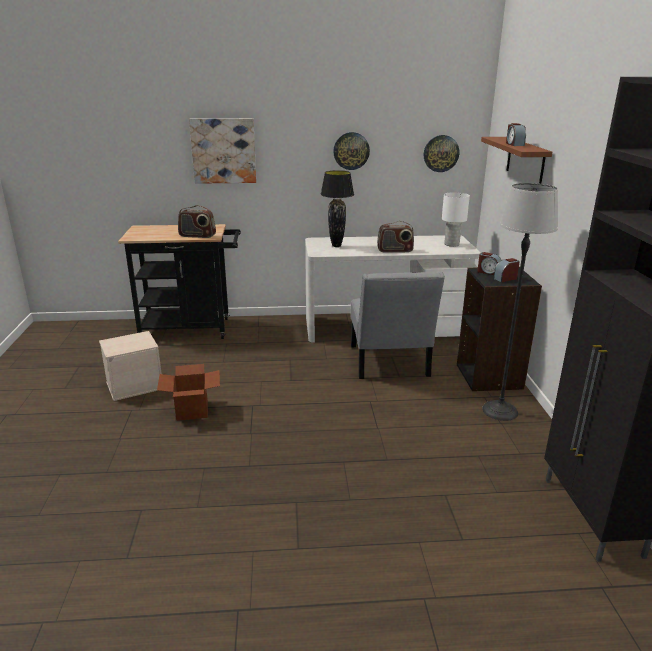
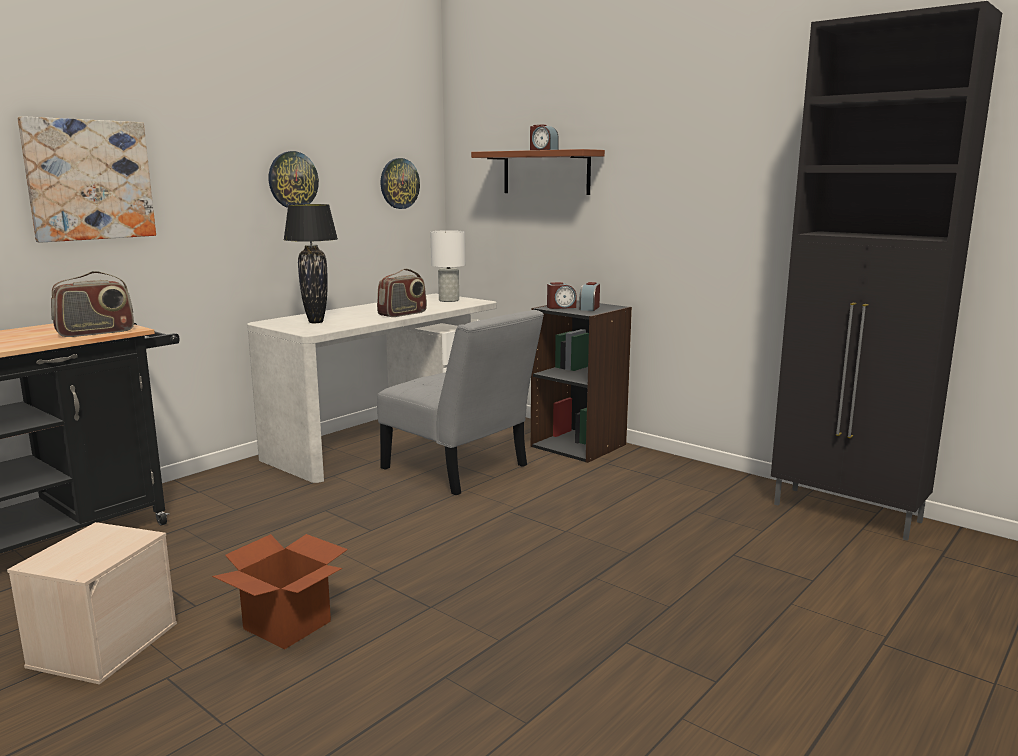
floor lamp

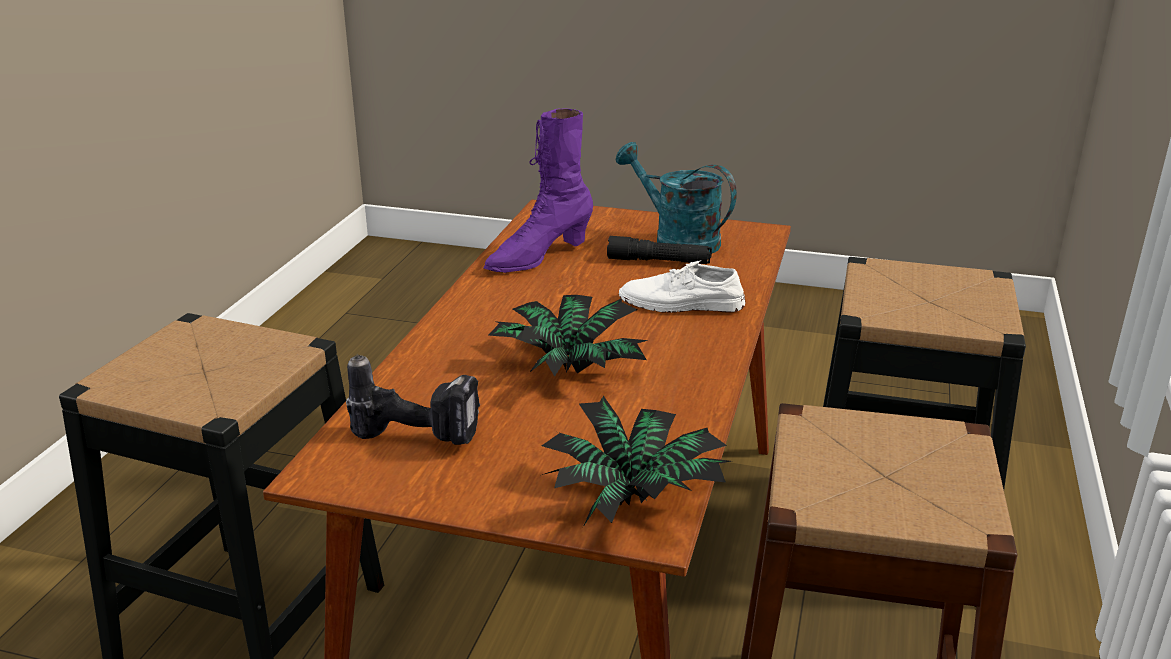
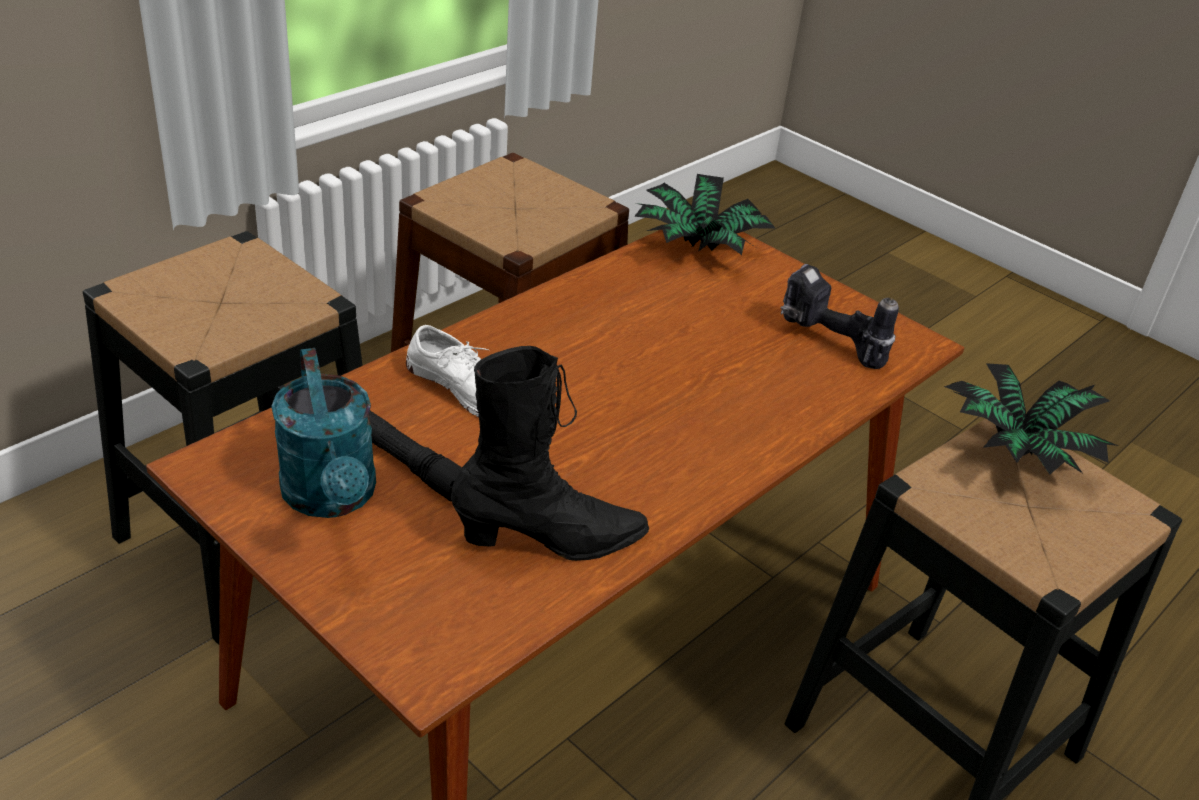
black boot
potted plant (2nd from left)

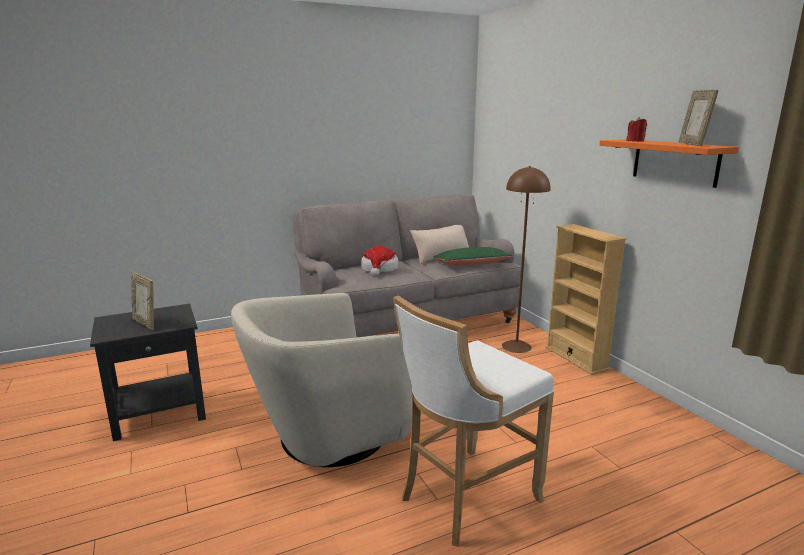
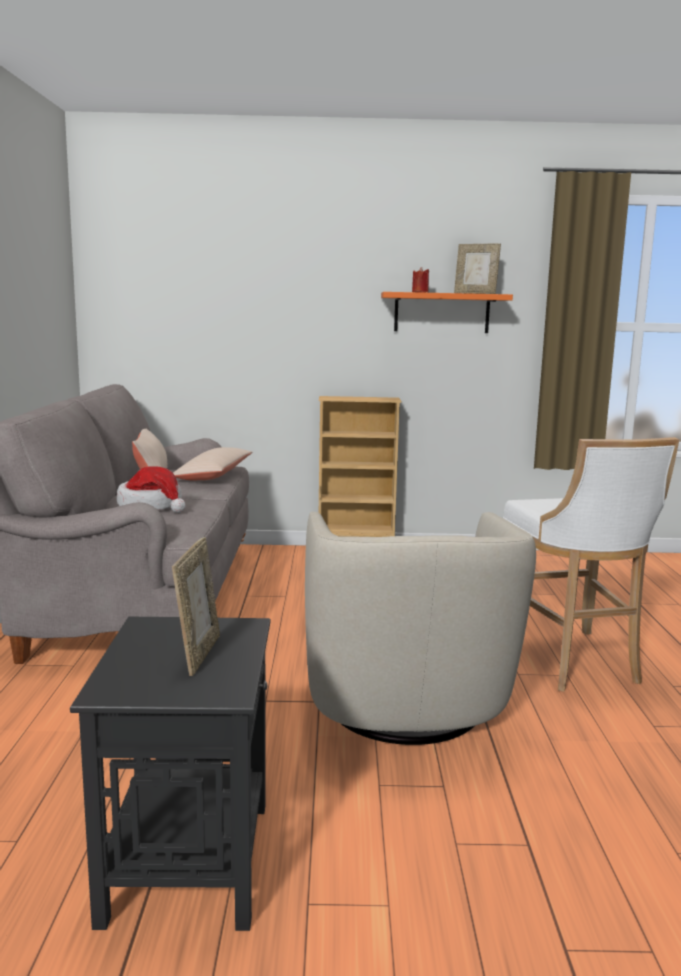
picture frame (1st from left)
beige pillow (2nd from left)
brown floor lamp

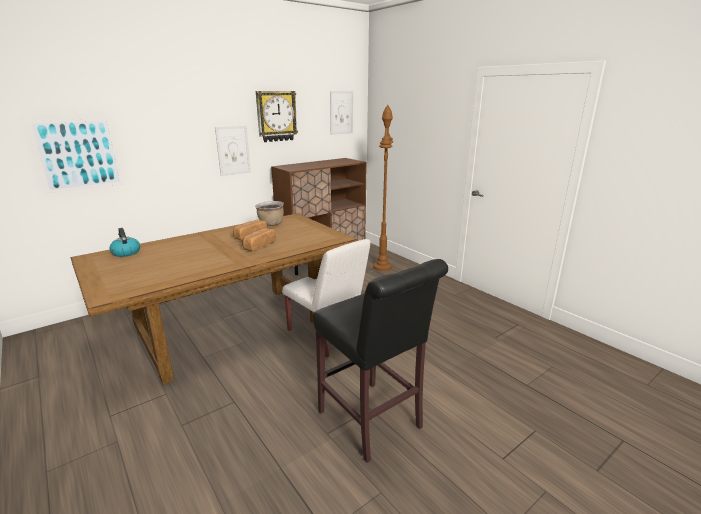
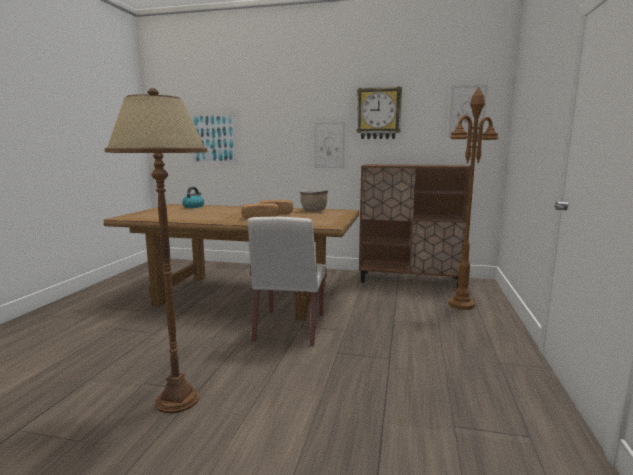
brown floor lamp (1st from left)

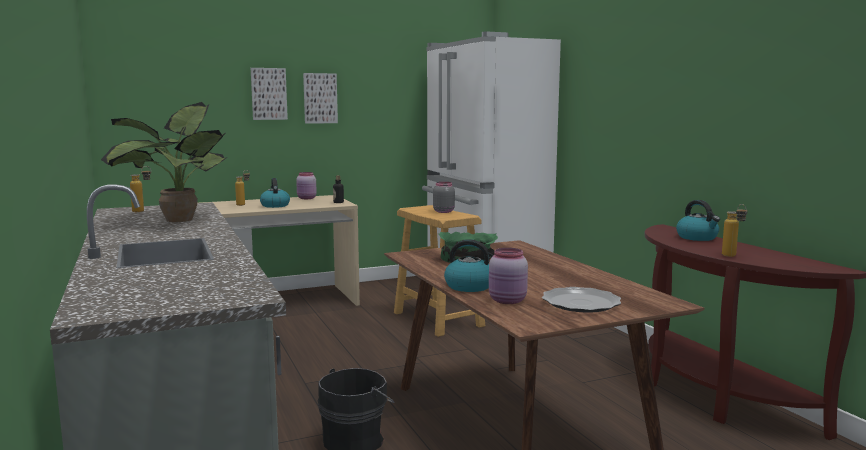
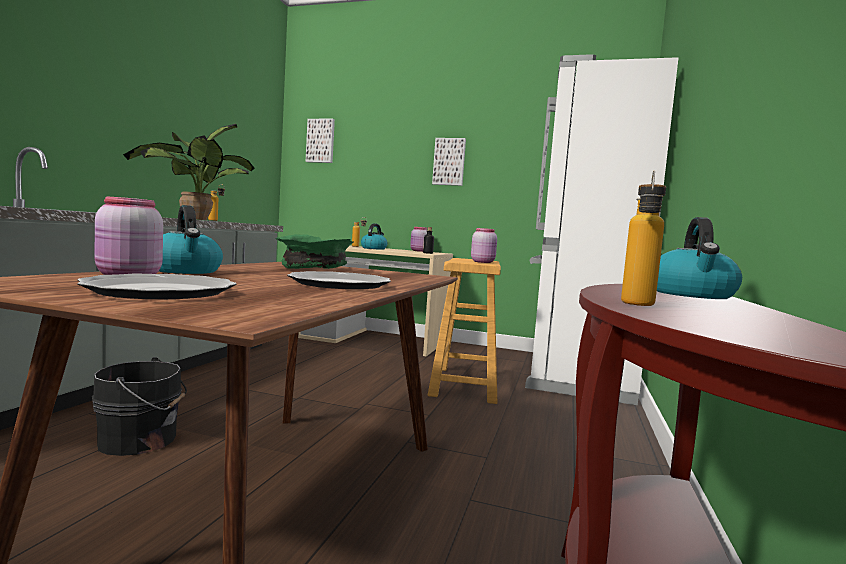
plate (2nd from left)
picture (1st from left)
pink jar (3rd from left)

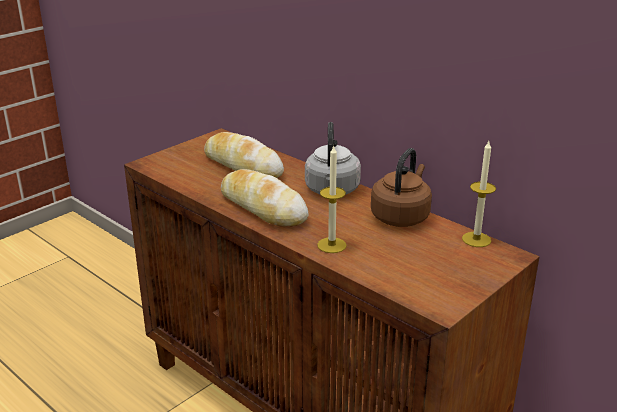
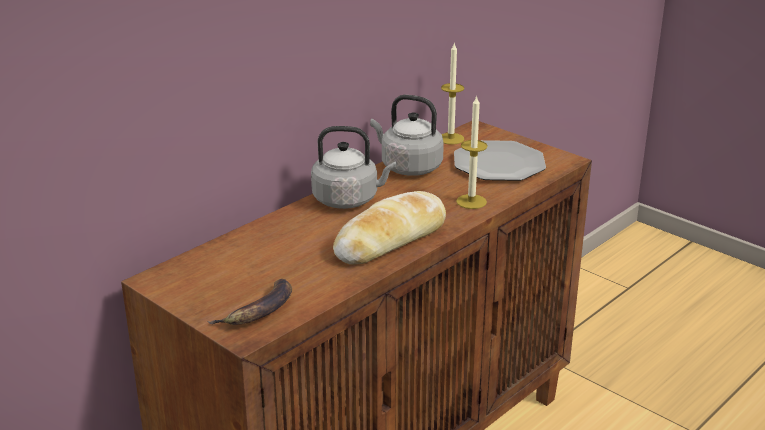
banana
grey kettle (2nd from left)
plate
bread (1st from left in the first image)

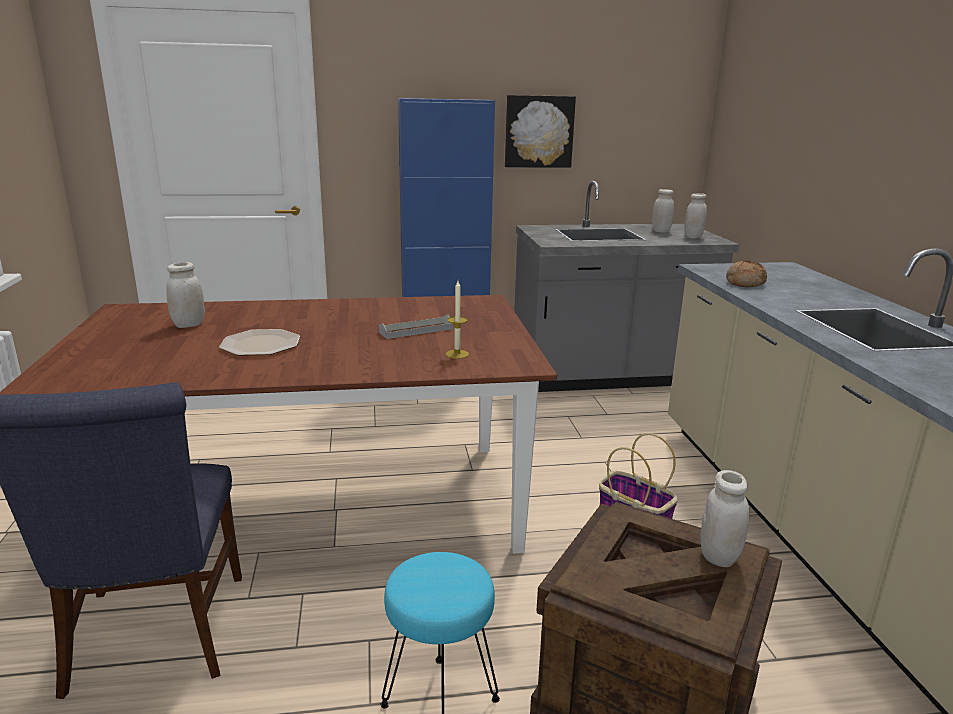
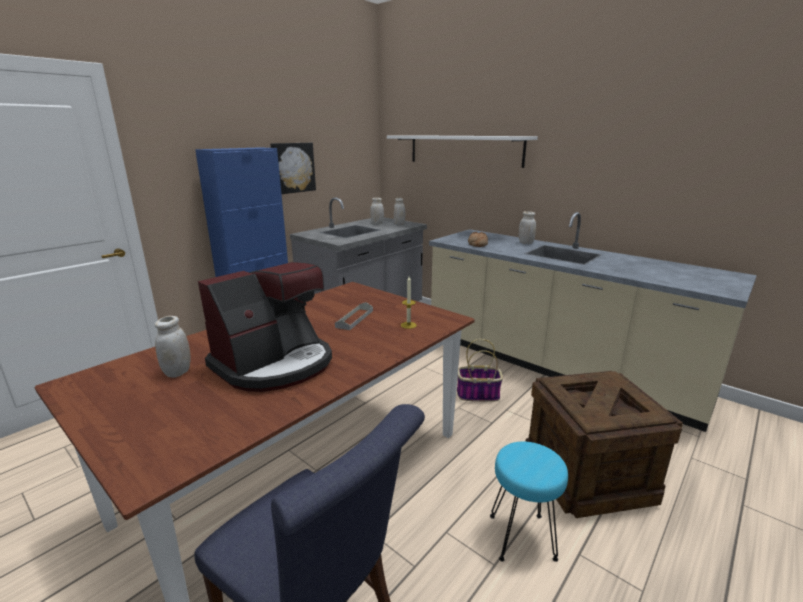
coffee machine
white shelf
white jar (4th from left)

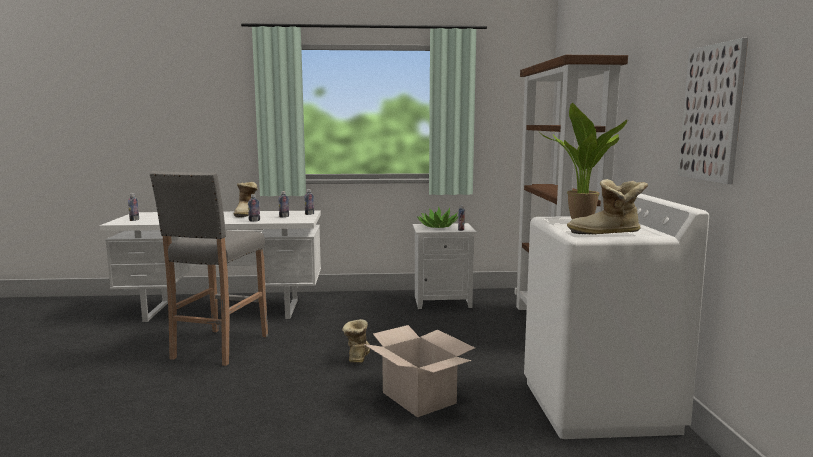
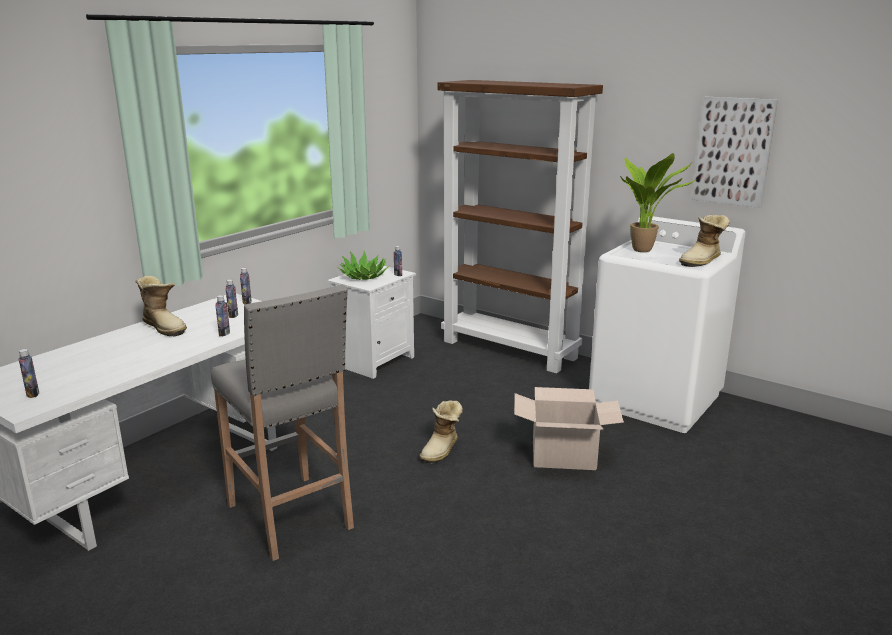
boot (2nd from left)

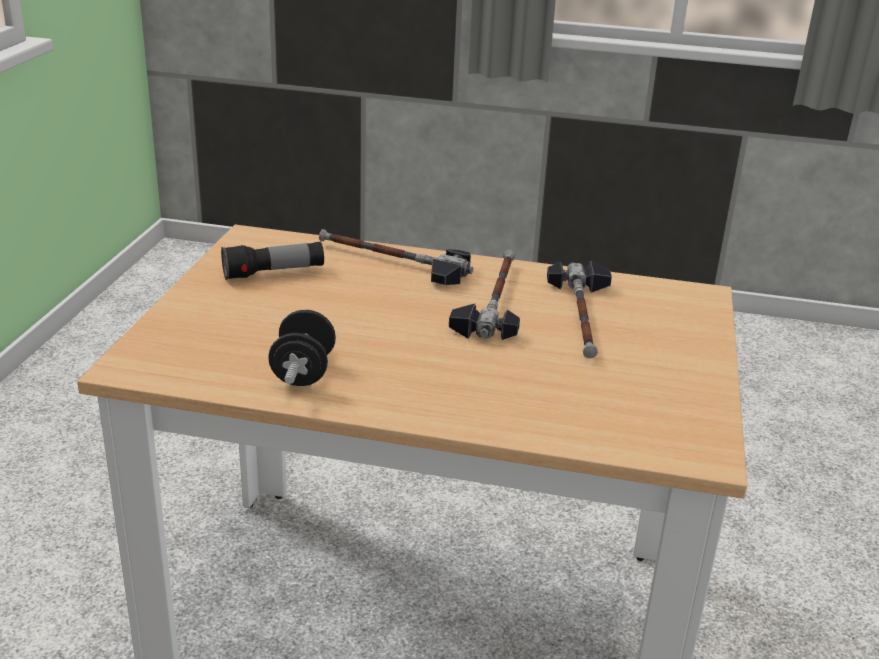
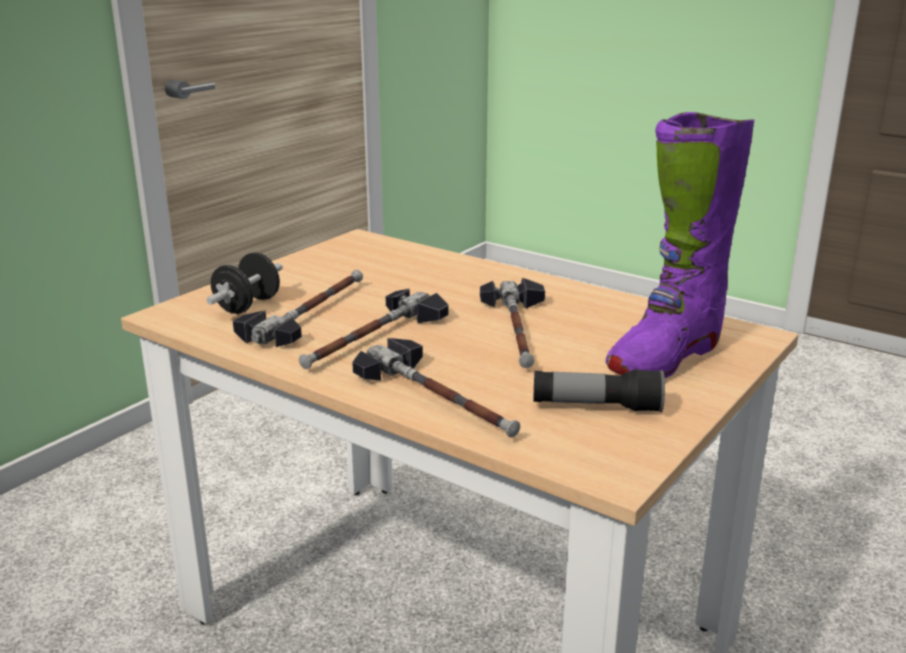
black dumbbell
hammer (4th from left)
purple boot

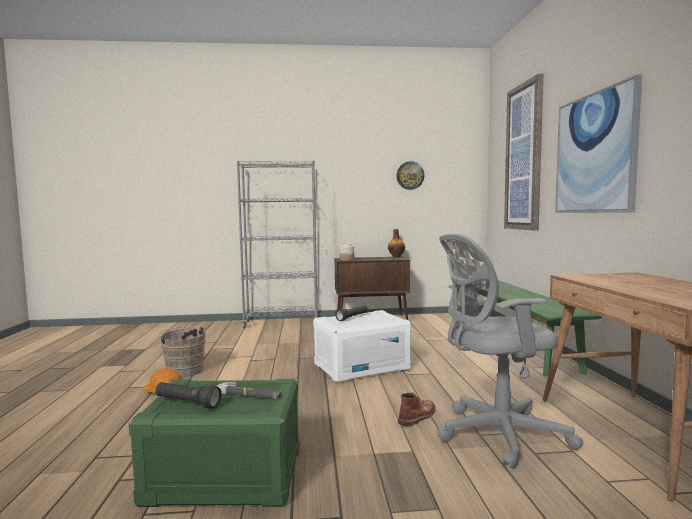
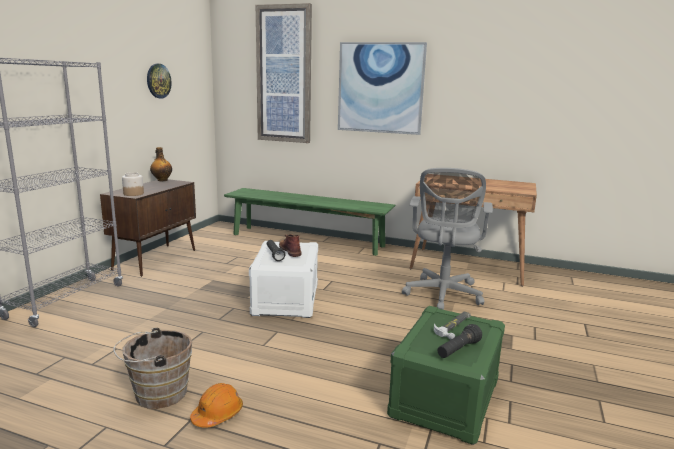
brown boot

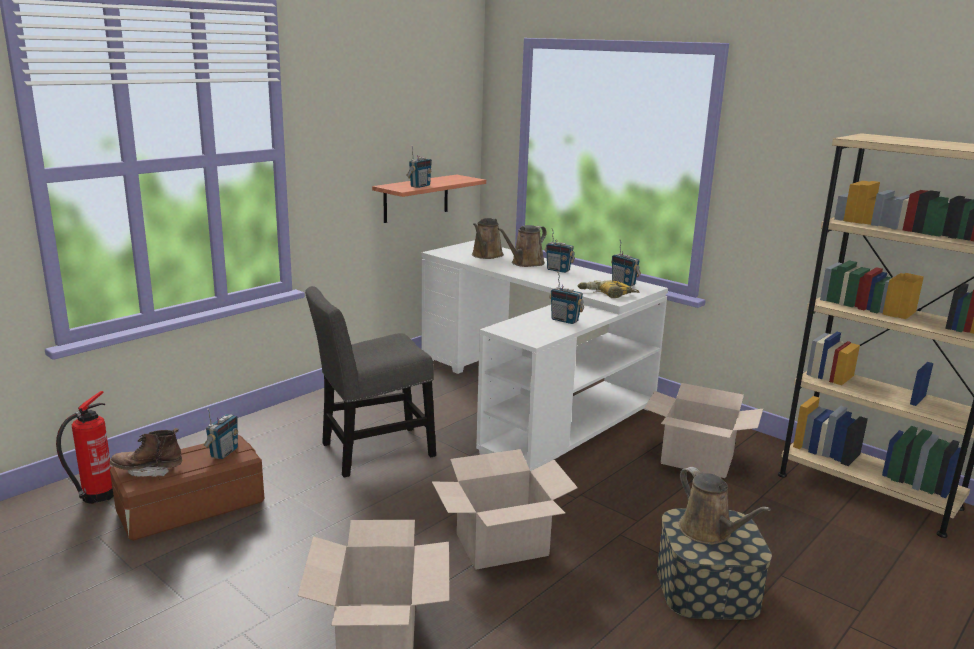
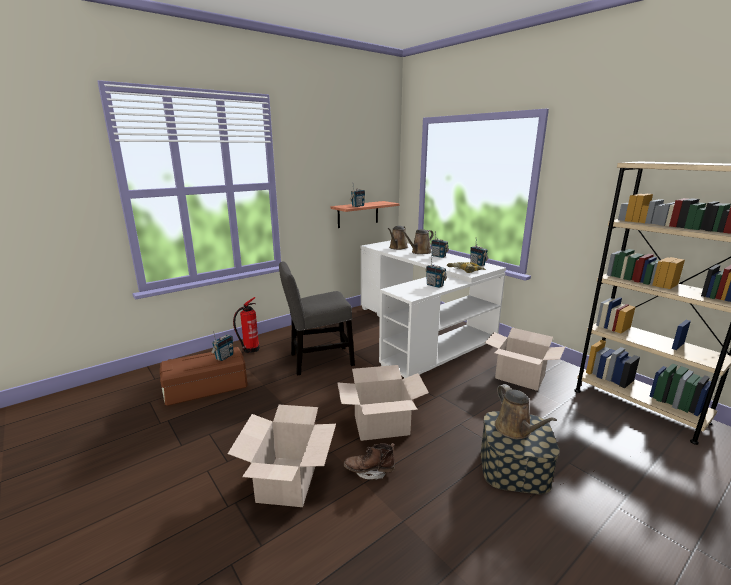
fire extinguisher
brown boot

